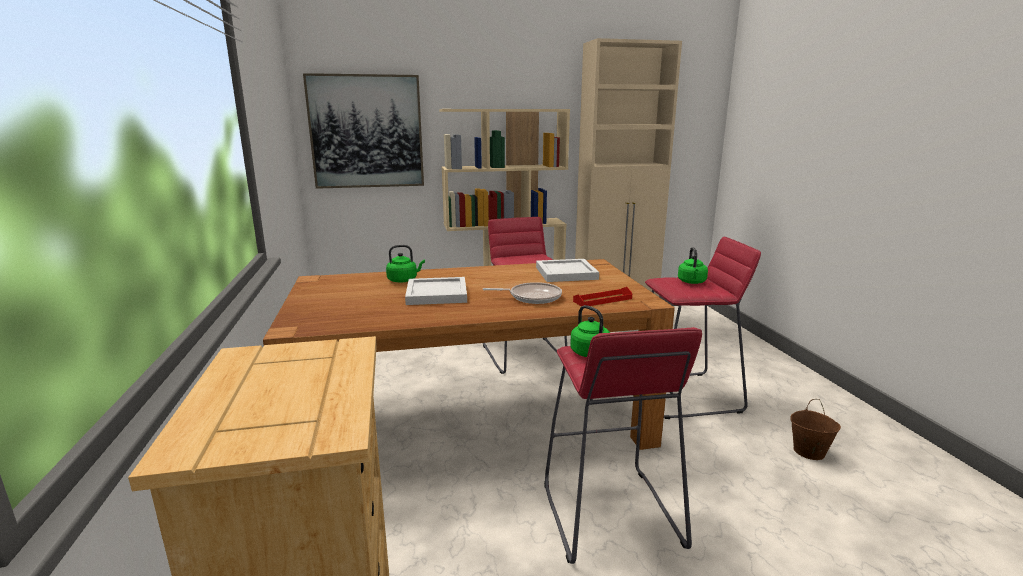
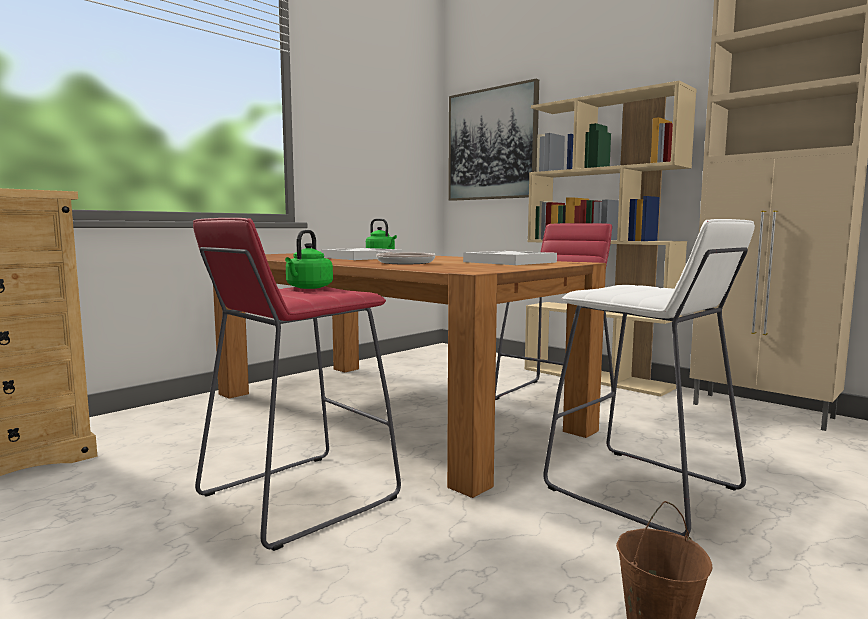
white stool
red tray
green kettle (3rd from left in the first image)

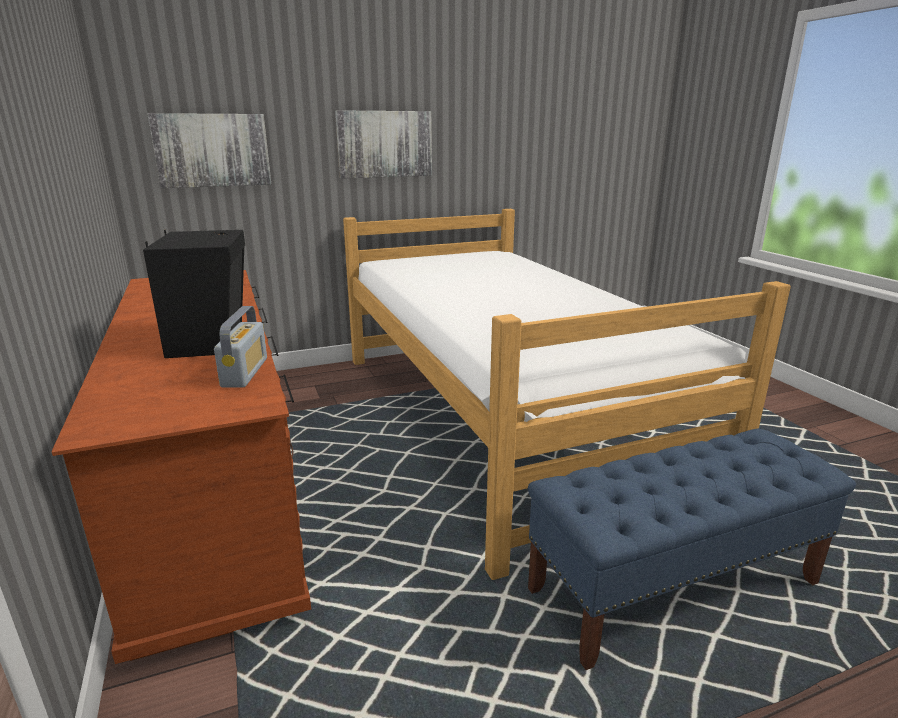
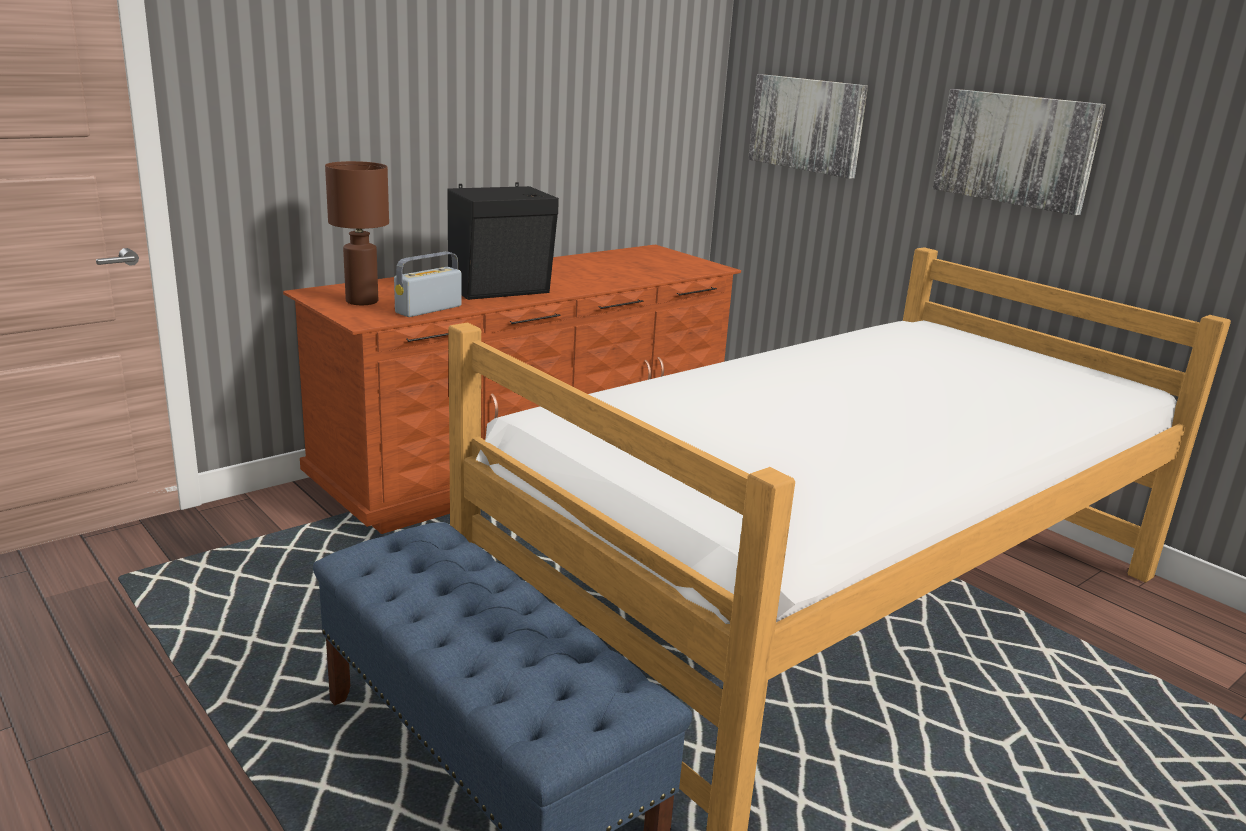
brown table lamp
radio

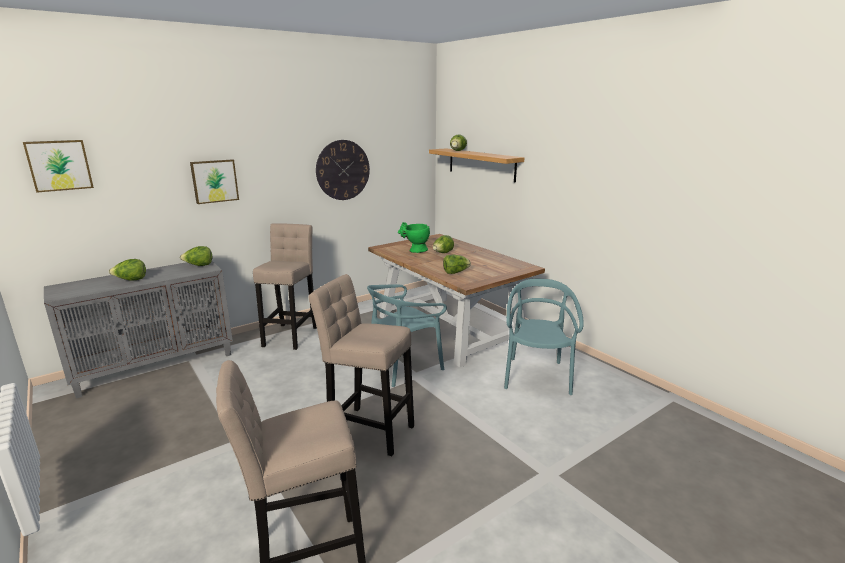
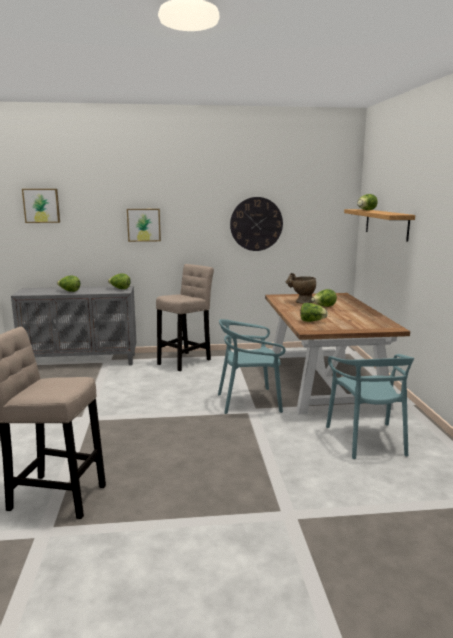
beige vase
turquoise chair (2nd from left)
beige stool (3rd from left in the first image)

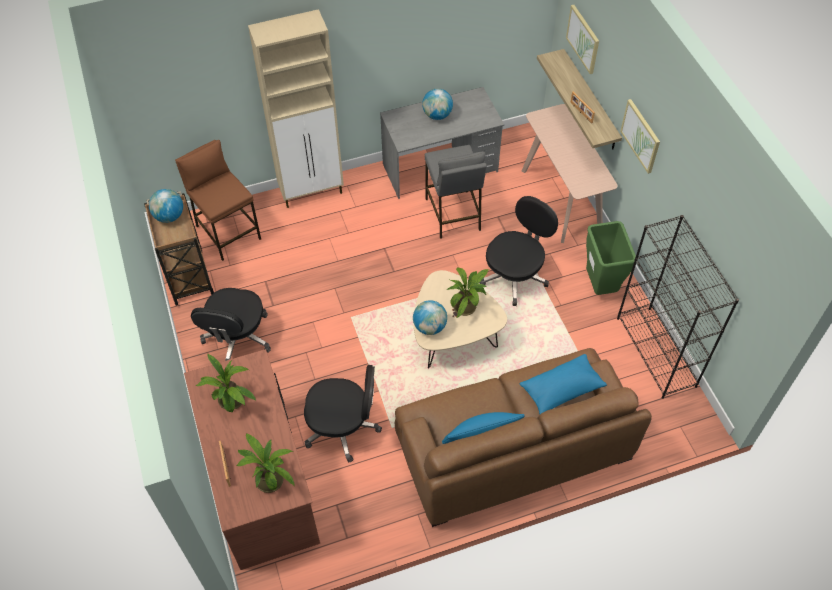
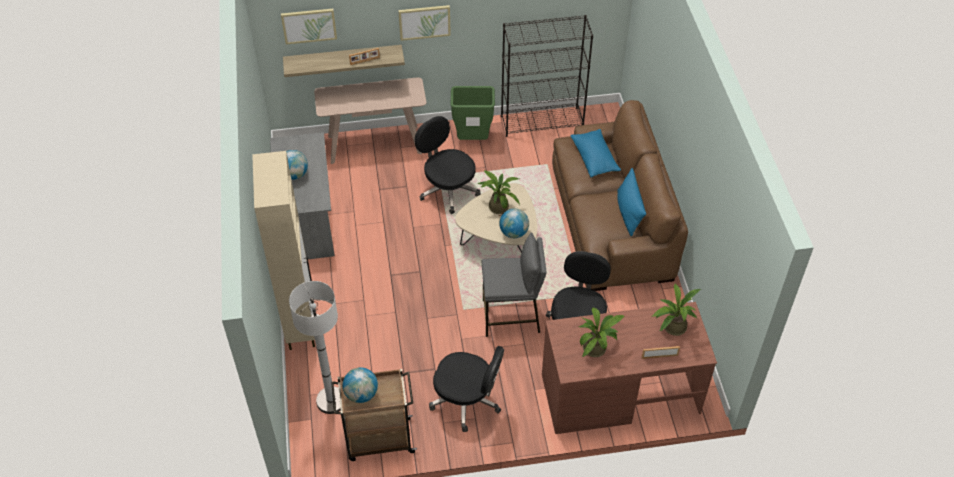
white floor lamp
grey stool

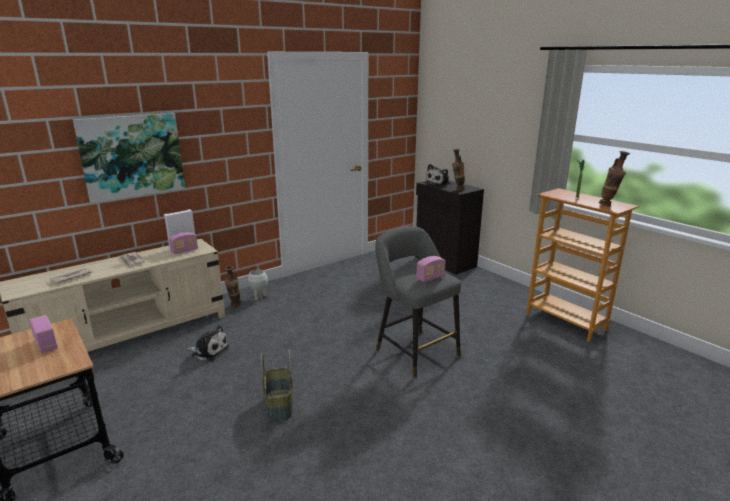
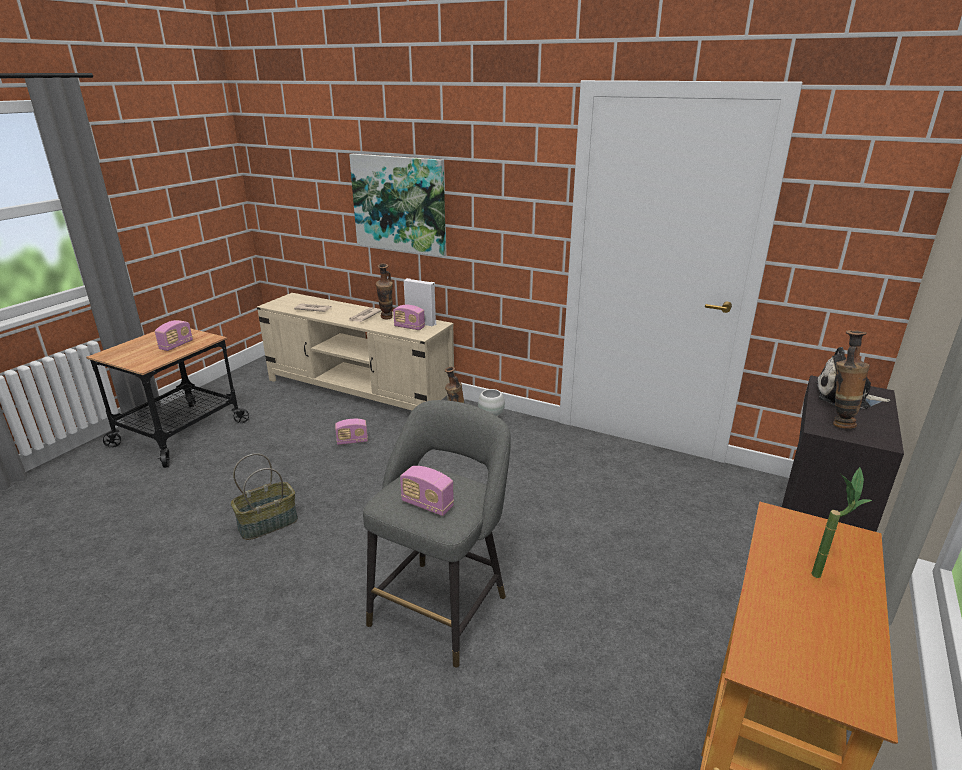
radio (2nd from left)
vase (1st from left)

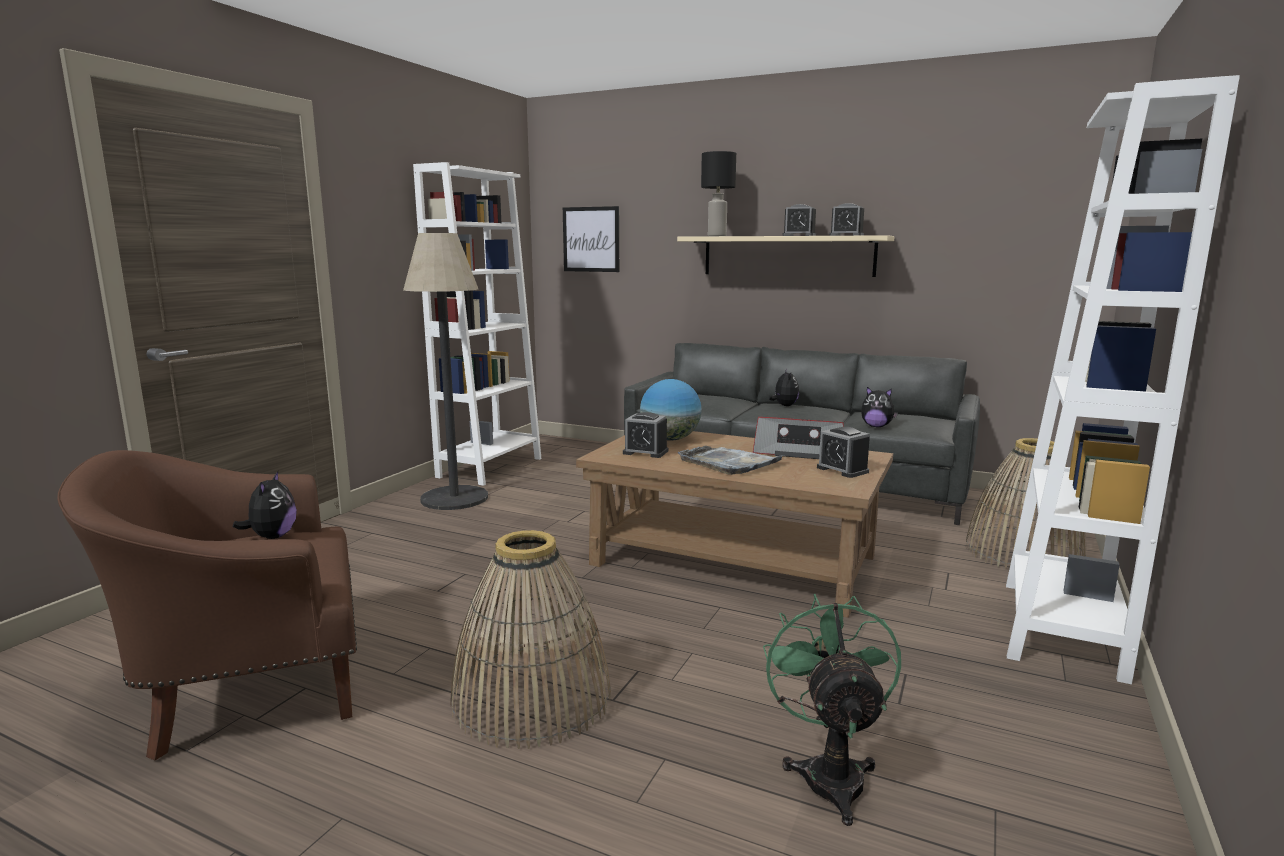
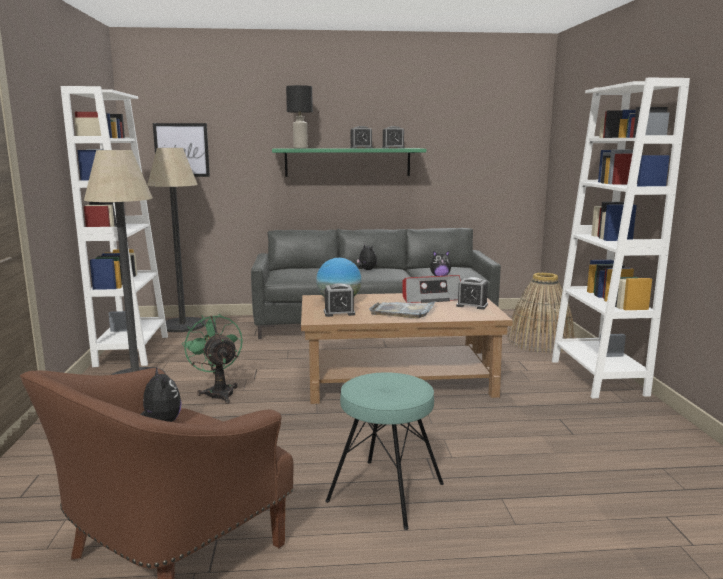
floor lamp (2nd from left)
green fan
green shelf
turquoise stool

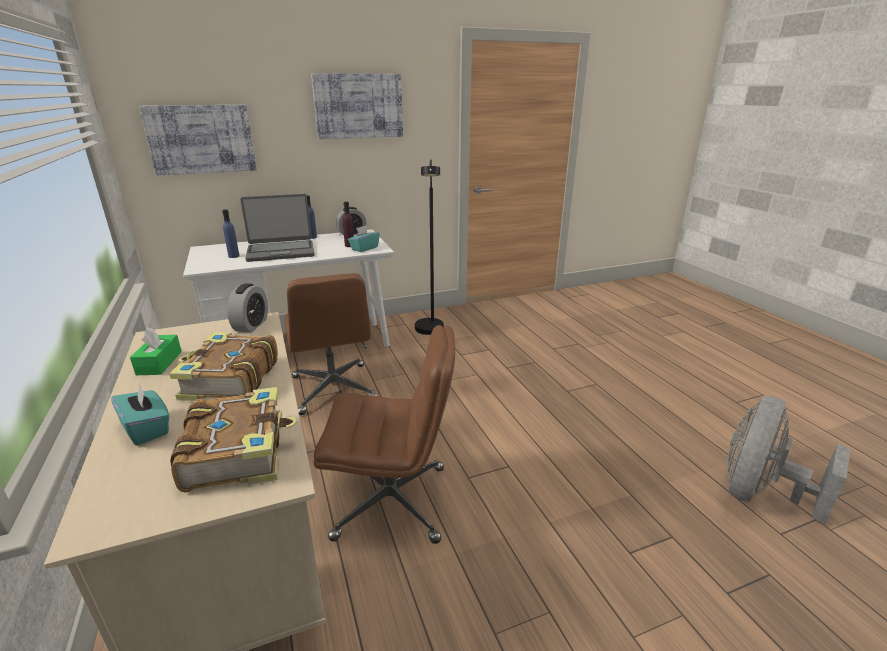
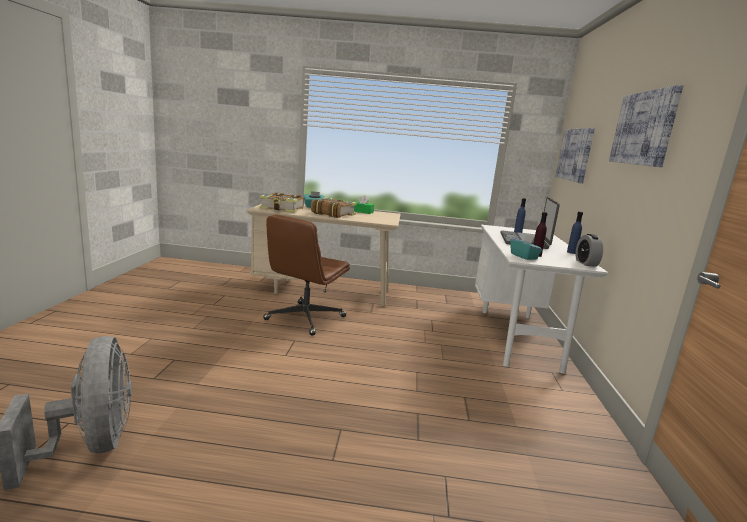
alarm clock (1st from left in the first image)
brown office chair (1st from left in the first image)
black floor lamp

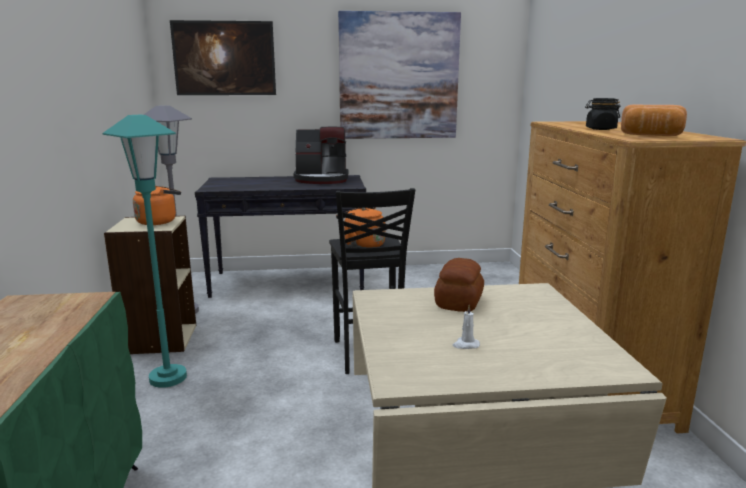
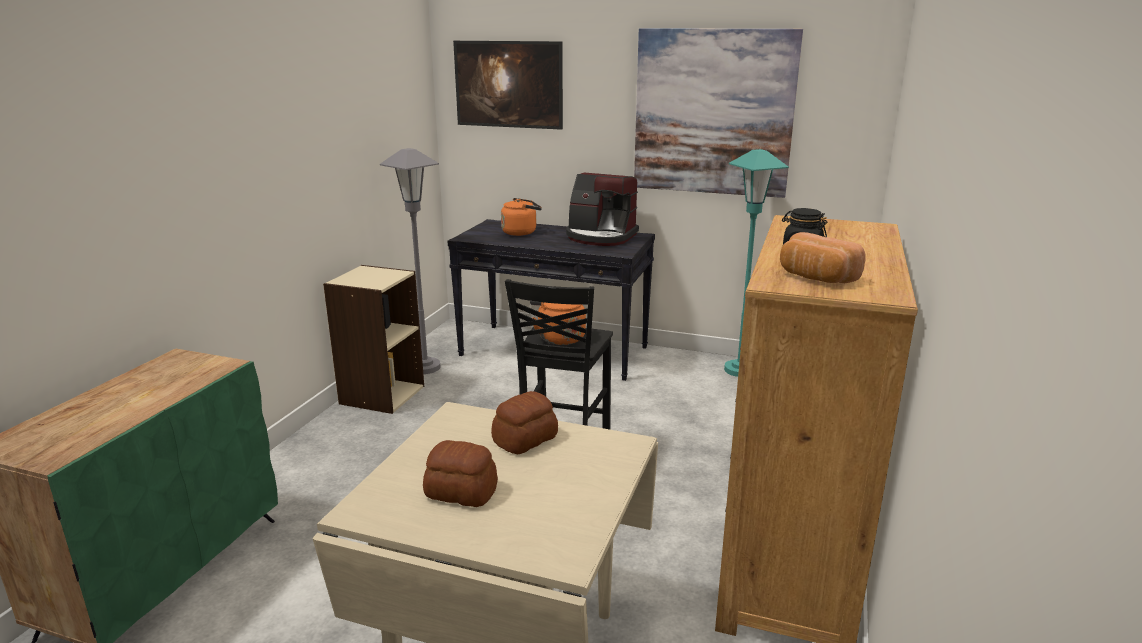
bread (1st from left)
orange kettle (1st from left)
turquoise floor lamp

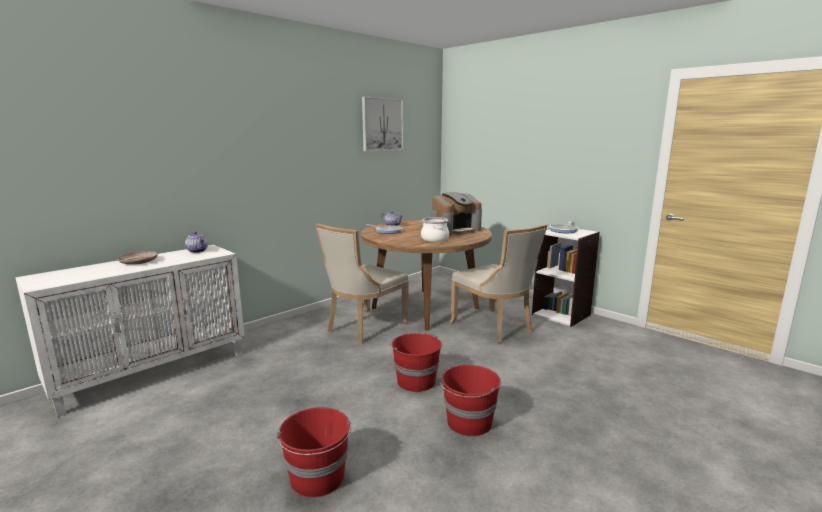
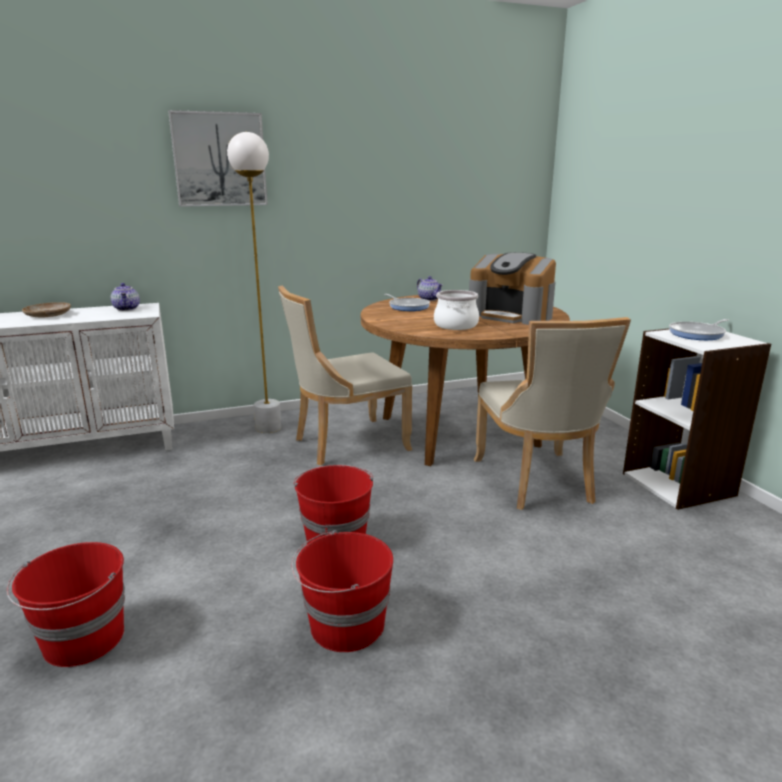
picture
white floor lamp
coffee machine

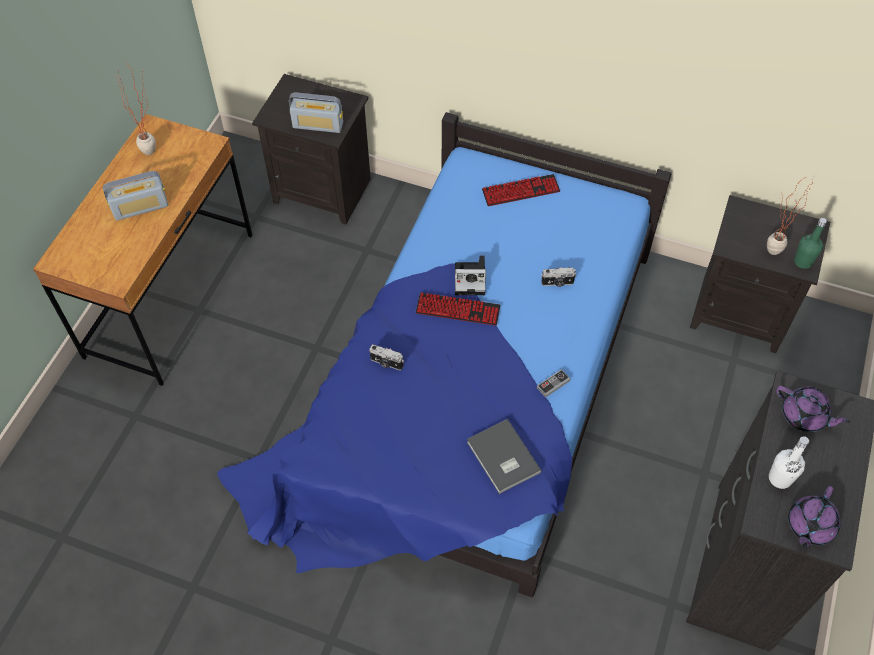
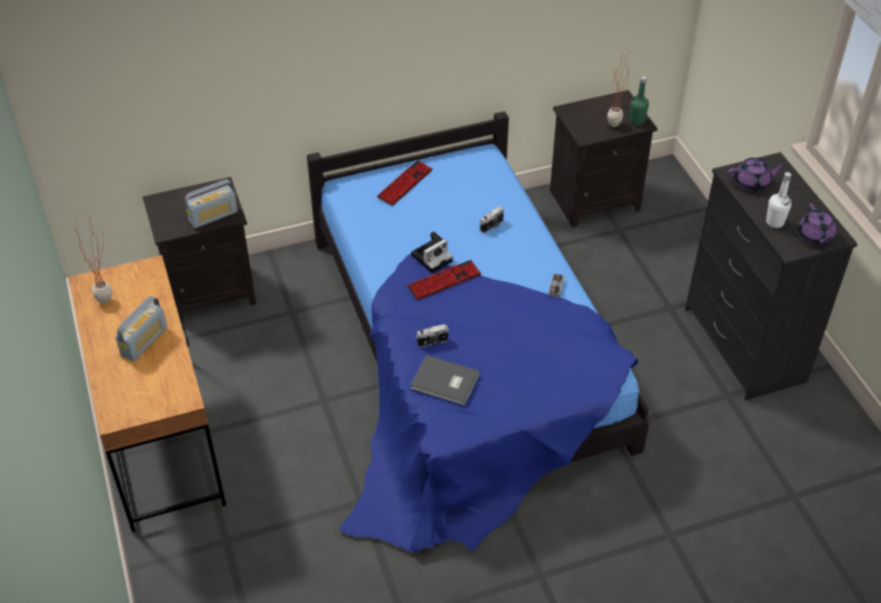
grey book

